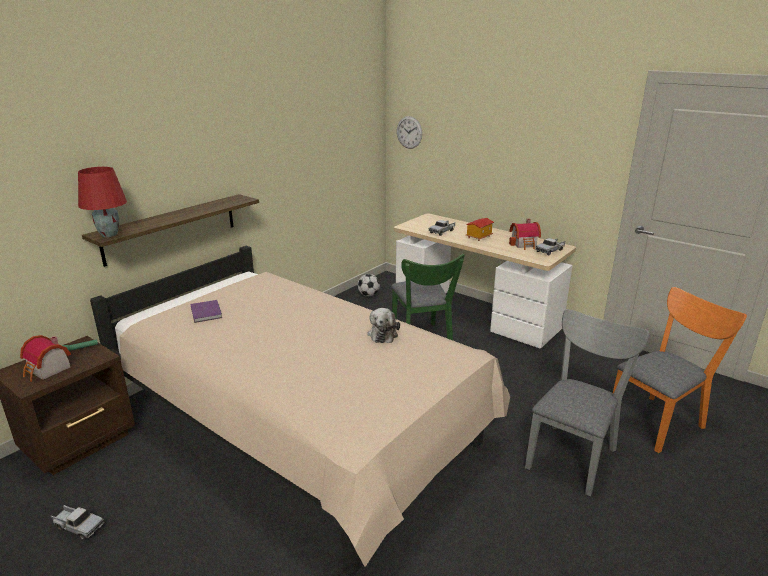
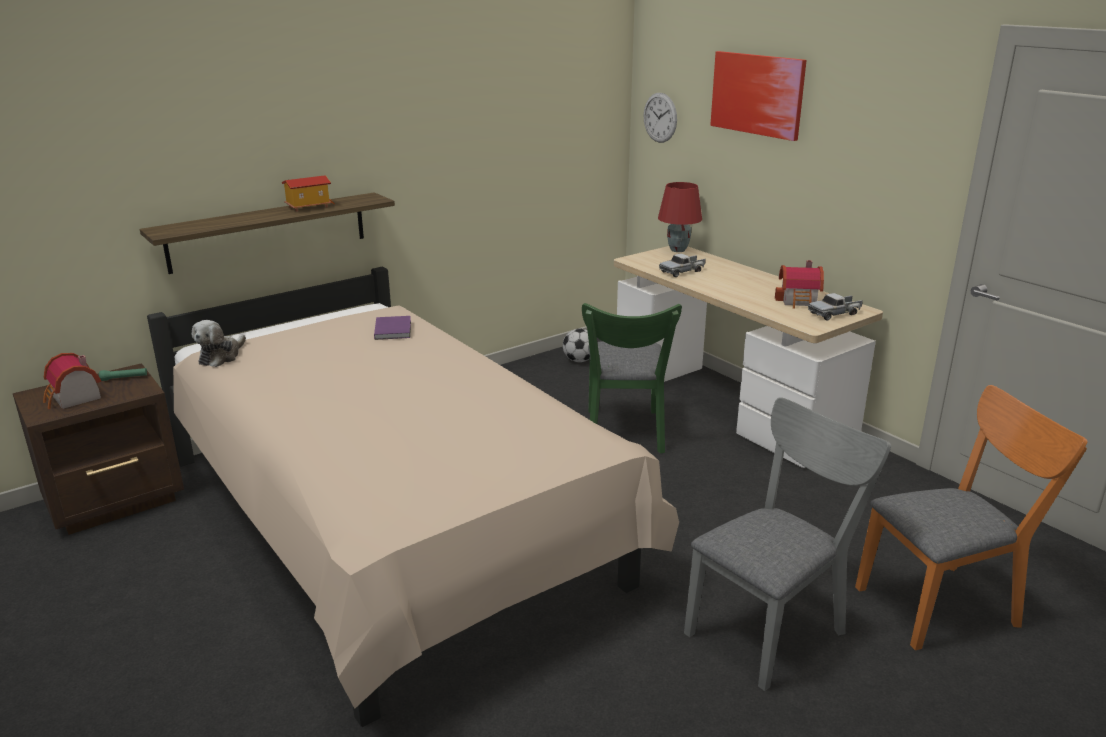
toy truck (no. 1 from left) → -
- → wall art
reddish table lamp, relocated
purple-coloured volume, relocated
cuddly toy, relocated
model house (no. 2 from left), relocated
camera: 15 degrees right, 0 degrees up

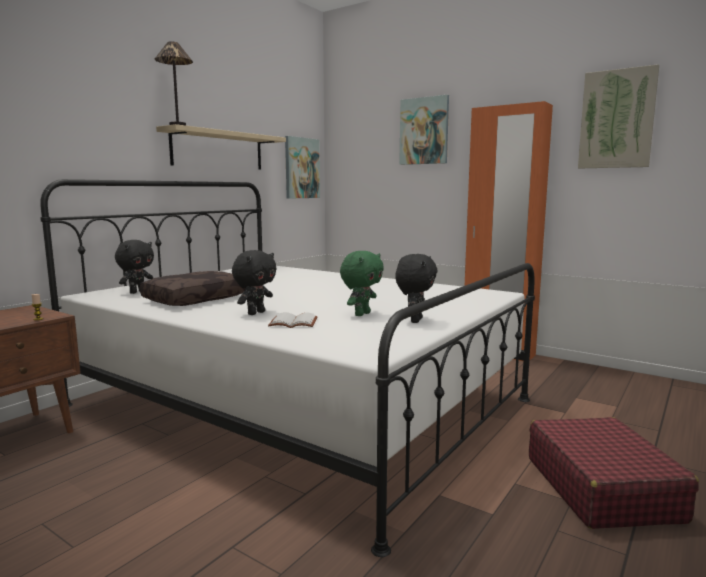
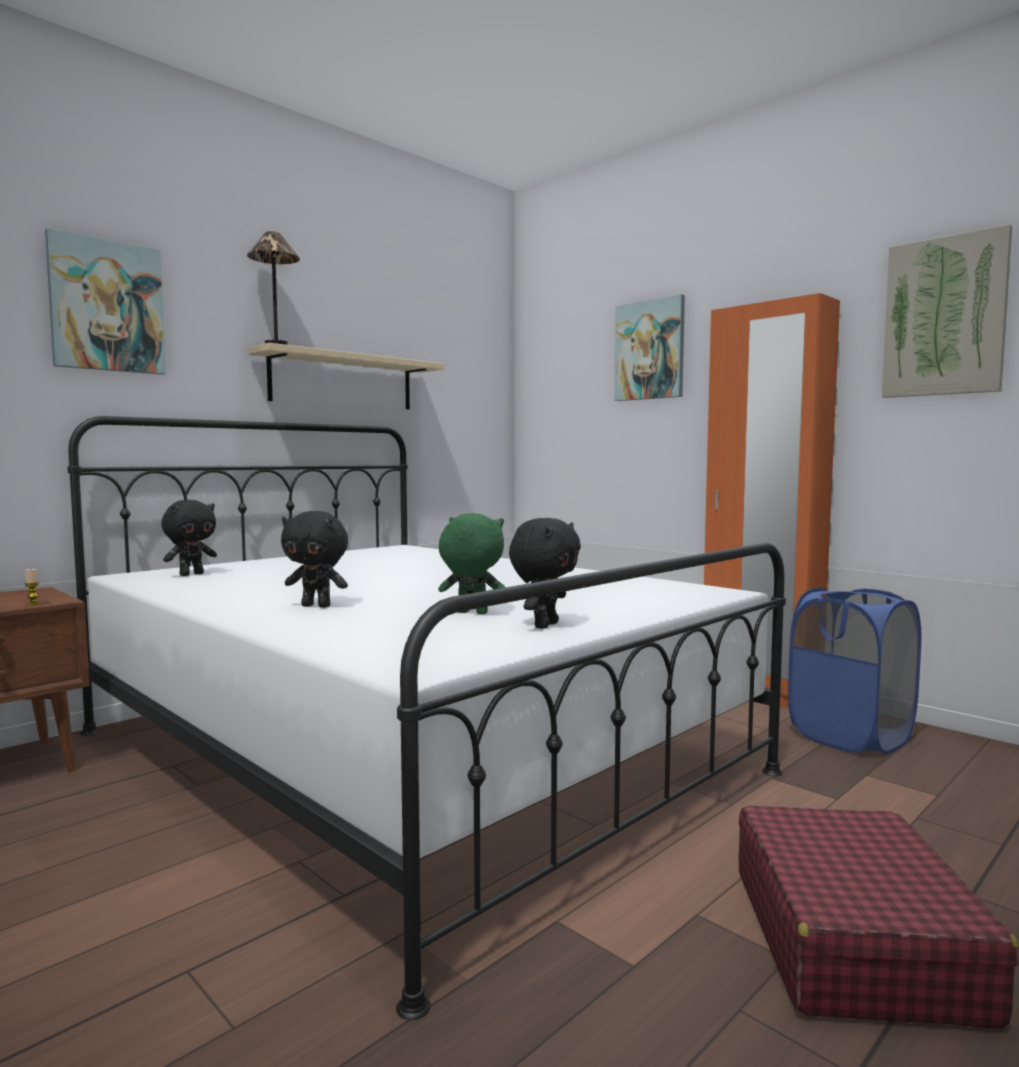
brown-coloured cushion → -
whitish volume → -
- → blue washing basket
wall art (no. 1 from left), relocated
black cuddly toy (no. 2 from left), 60 degrees clockwise
greenish cuddly toy, 120 degrees counterclockwise
camera: 10 degrees right, 5 degrees down

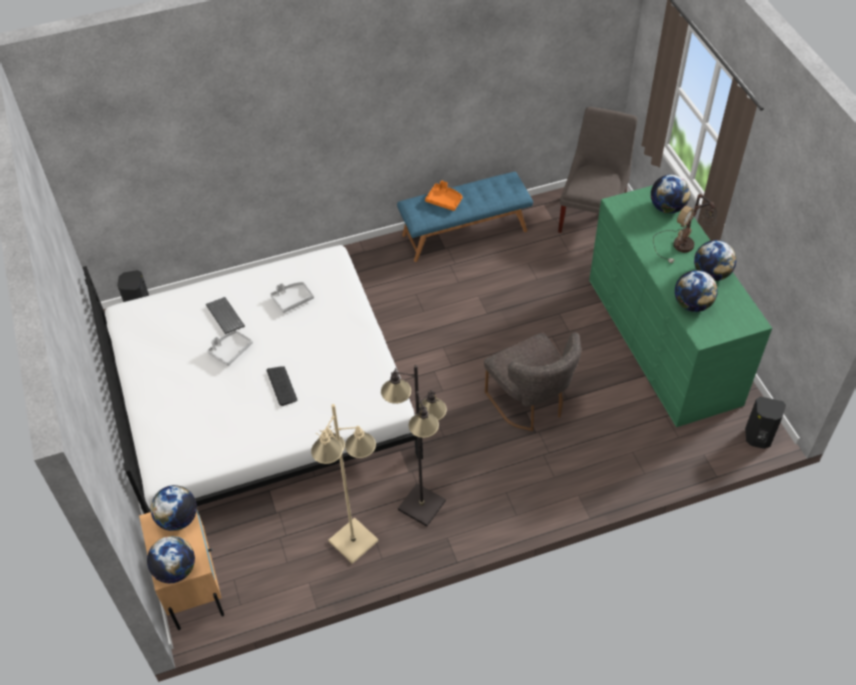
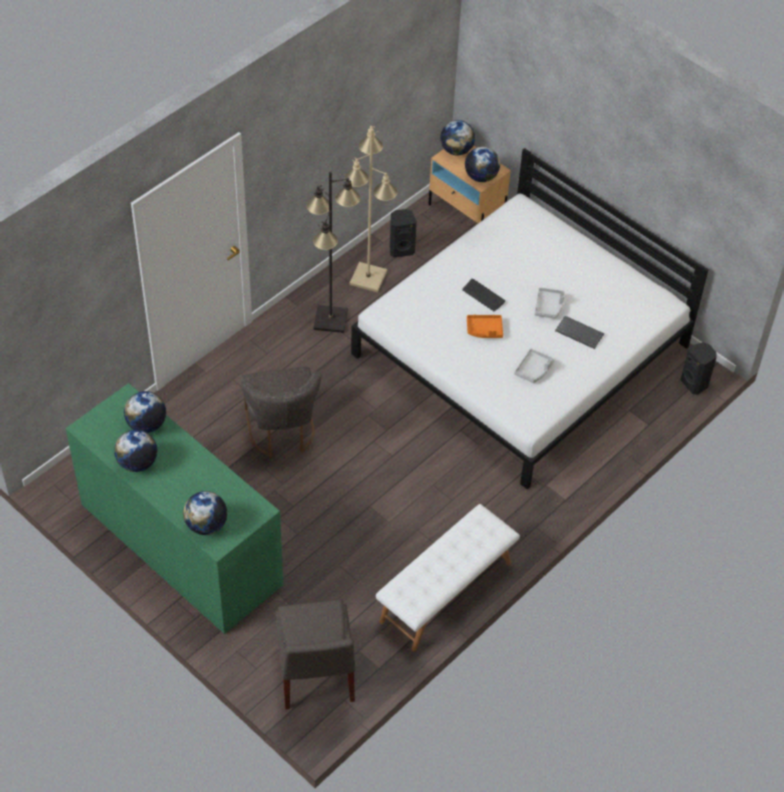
table lamp → -
orange-coloured carrying tray, relocated
black loudspeaker (no. 2 from left in the first image) → black loudspeaker (no. 1 from left), relocated
blue long seat → whitish long seat
greyish chair (no. 1 from left), 135 degrees counterclockwise
camera: 150 degrees right, 0 degrees up

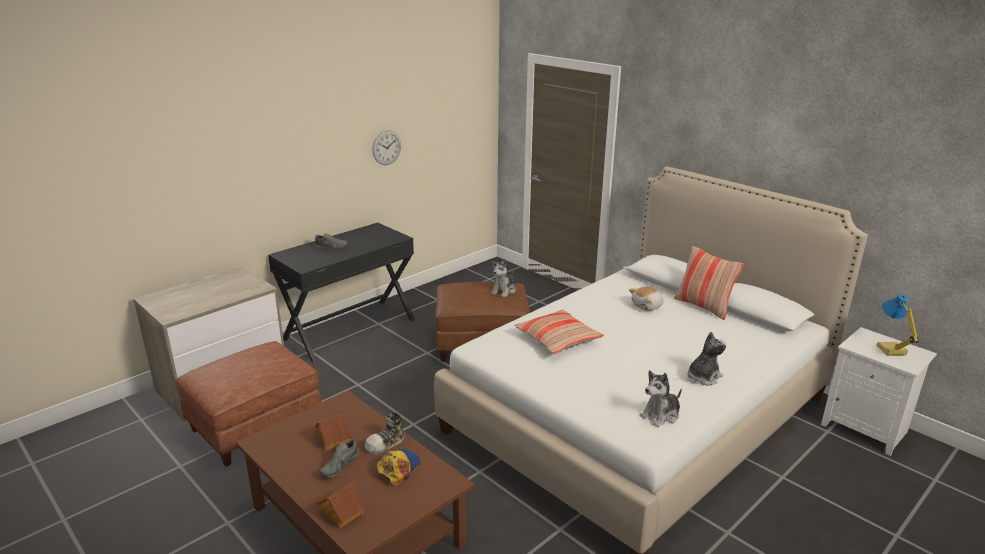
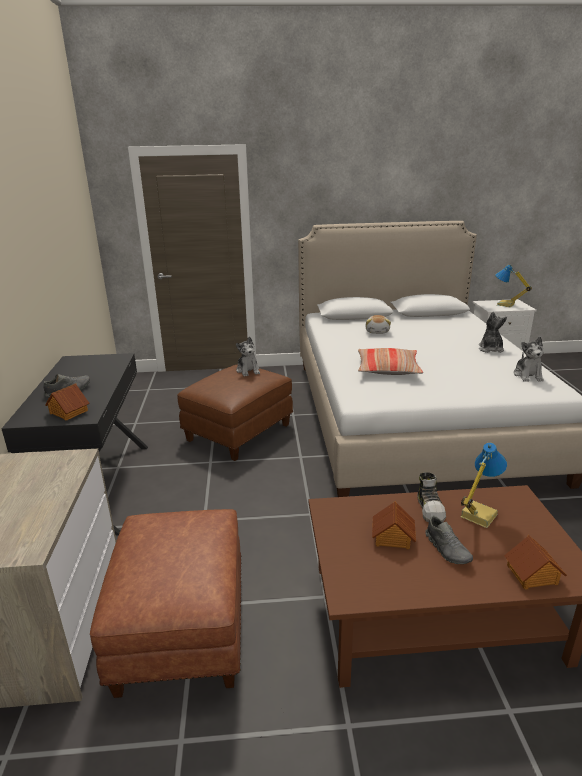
clock on the wall → -
cushion (no. 2 from left) → -
- → model house (no. 1 from left)
peaked cap → table lamp (no. 1 from left)
camera: 50 degrees left, 0 degrees up

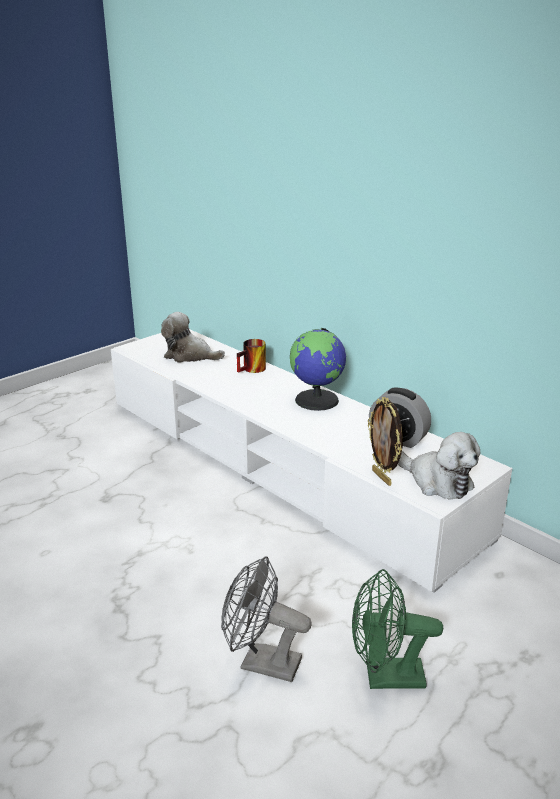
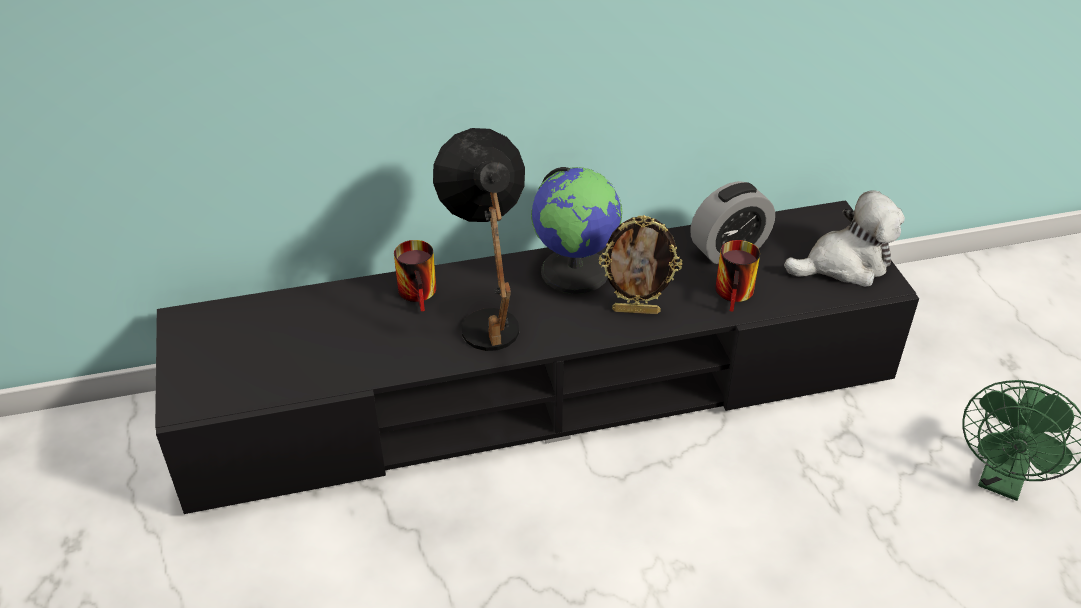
cuddly toy (no. 1 from left) → -
greyish fan → -
- → black table lamp
- → tea mug (no. 2 from left)
picture frame, relocated
whitish media console → black media console
camera: 60 degrees left, 15 degrees up

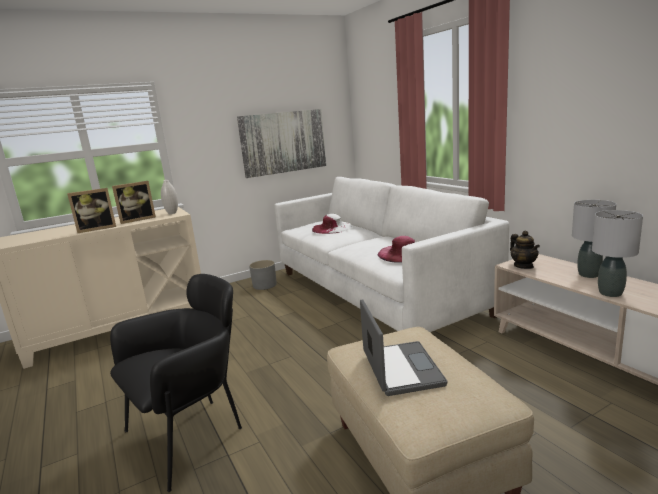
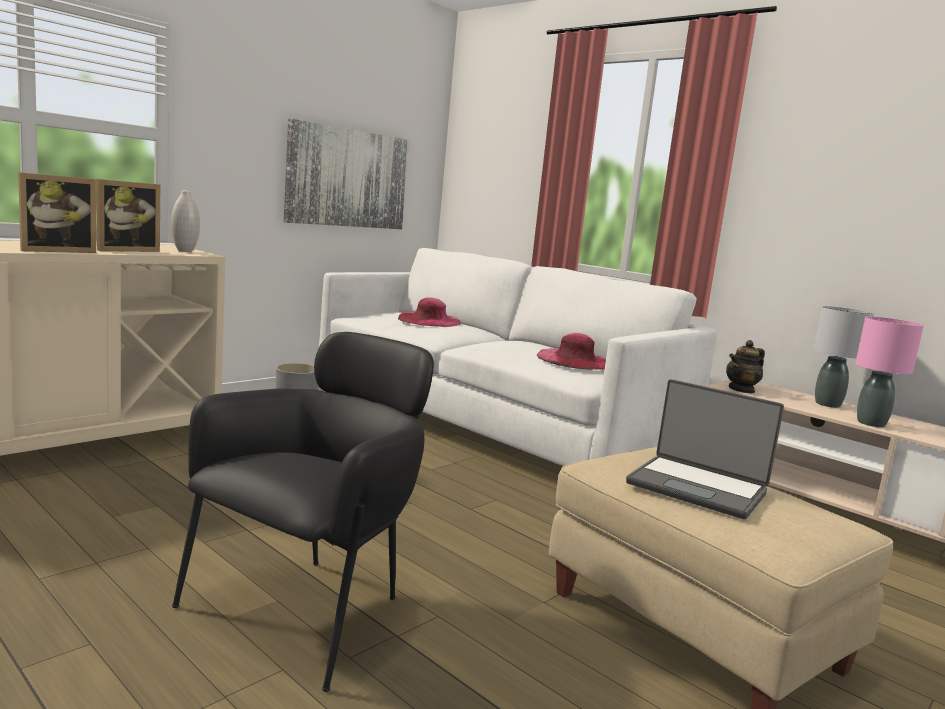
whitish hat → pinkish hat (no. 1 from left)
greyish table lamp (no. 2 from left) → pinkish table lamp
portable computer, 150 degrees clockwise
tea pot, 90 degrees clockwise
camera: 20 degrees left, 5 degrees down

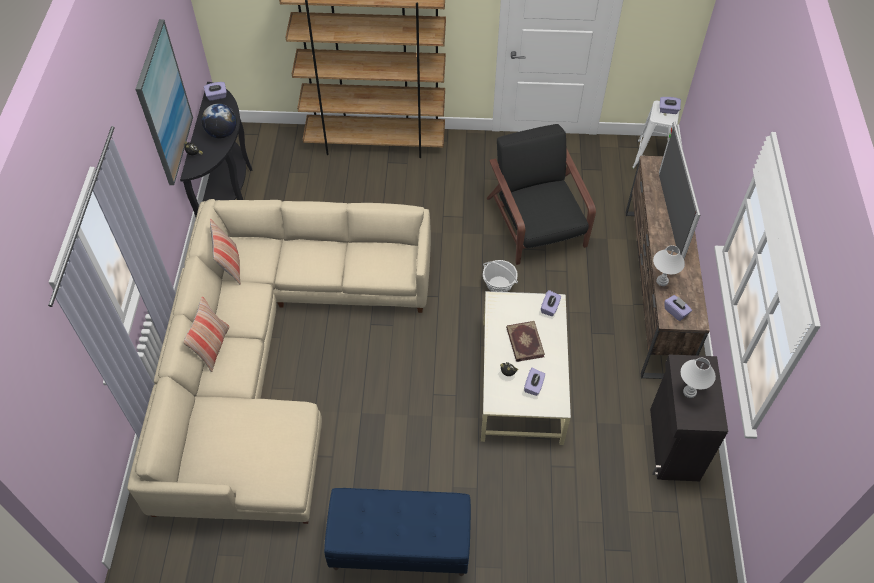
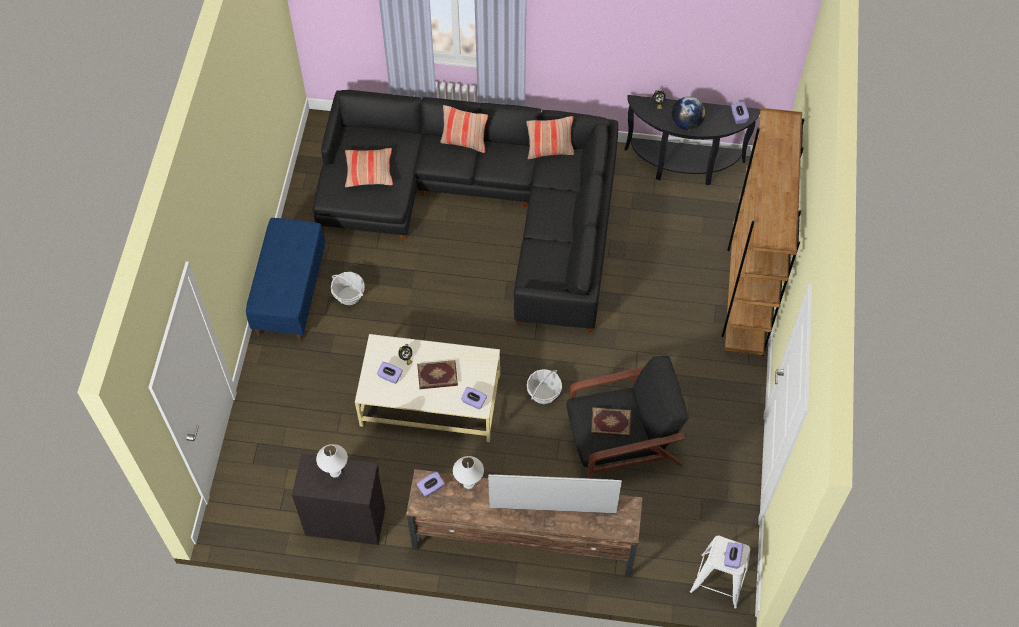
wall art → -
- → storage basket (no. 1 from left)
- → cushion (no. 1 from left)
- → volume (no. 2 from left)
beige settee → black settee
camera: 95 degrees right, 5 degrees up

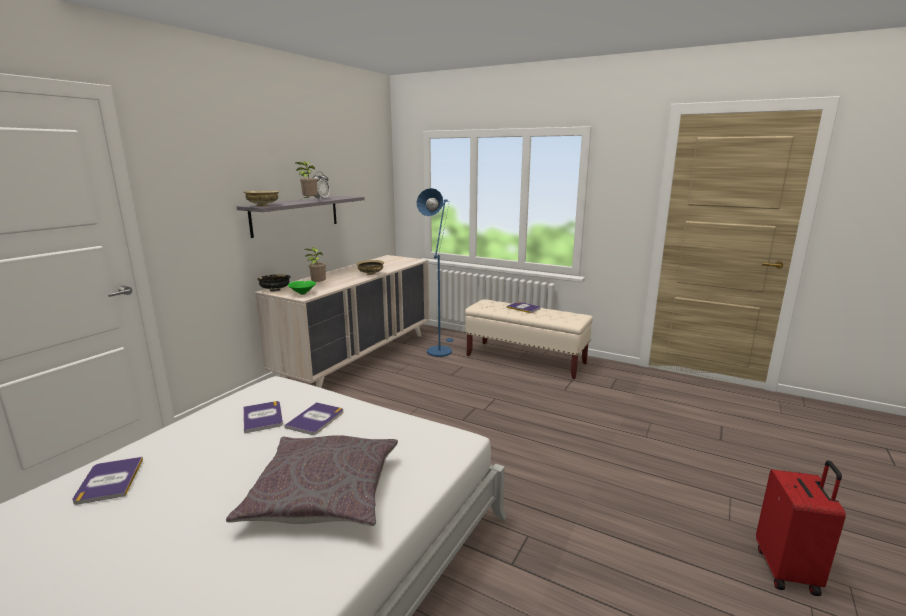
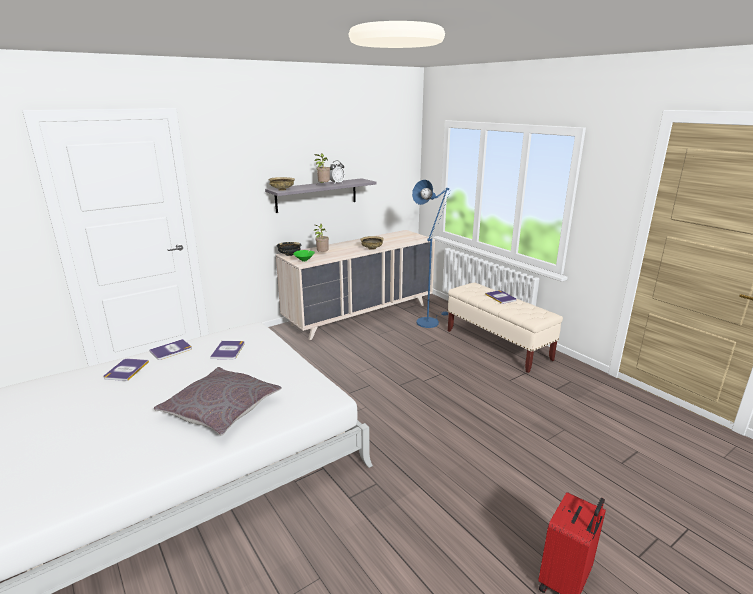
volume (no. 3 from left in the first image) → volume (no. 2 from left), relocated
camera: 25 degrees right, 5 degrees up

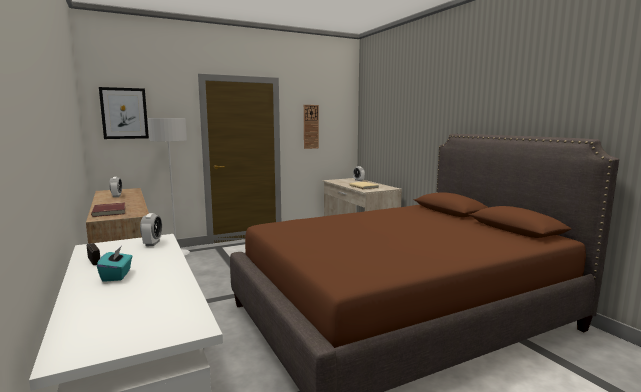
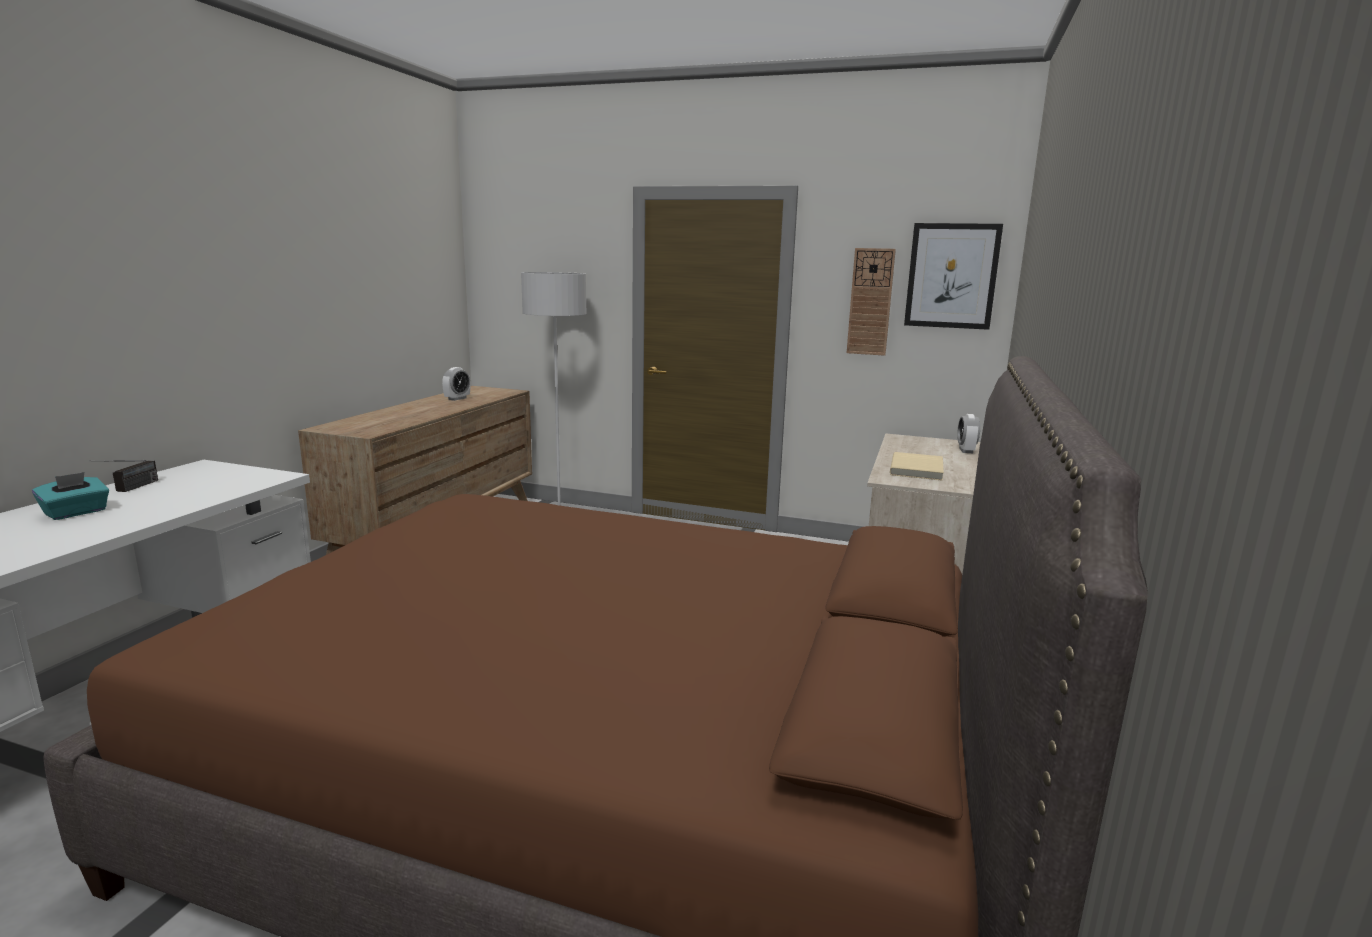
reddish volume → -
bedside clock (no. 2 from left) → -
wall art, relocated
camera: 45 degrees right, 5 degrees up

